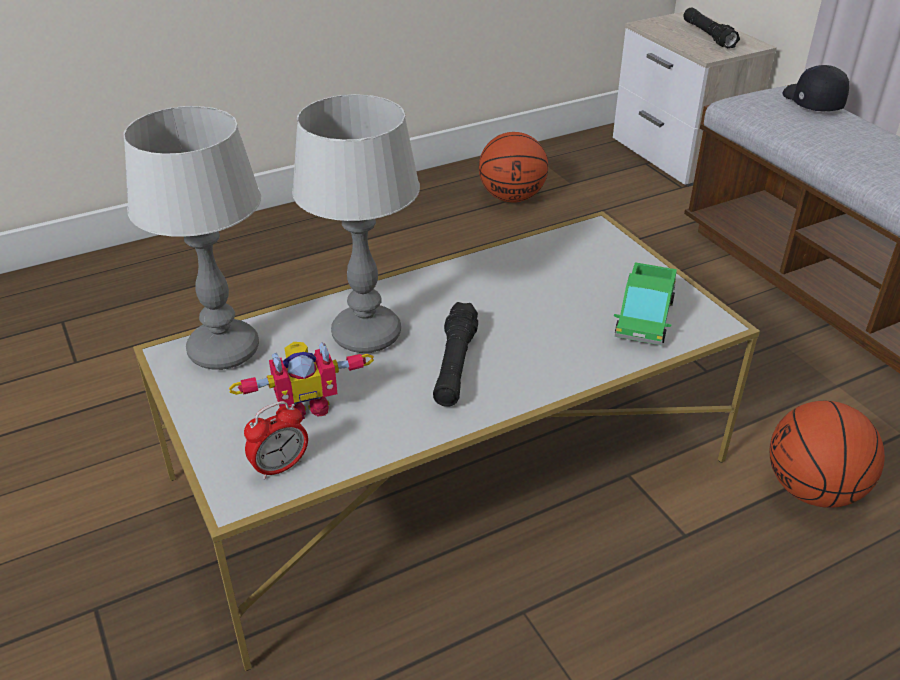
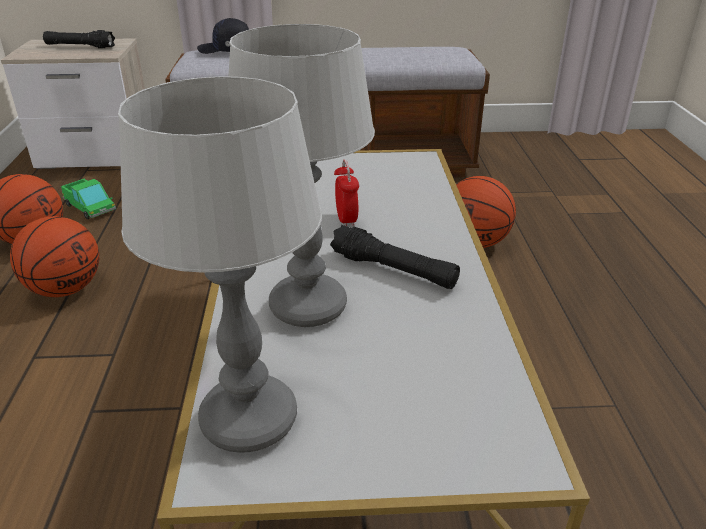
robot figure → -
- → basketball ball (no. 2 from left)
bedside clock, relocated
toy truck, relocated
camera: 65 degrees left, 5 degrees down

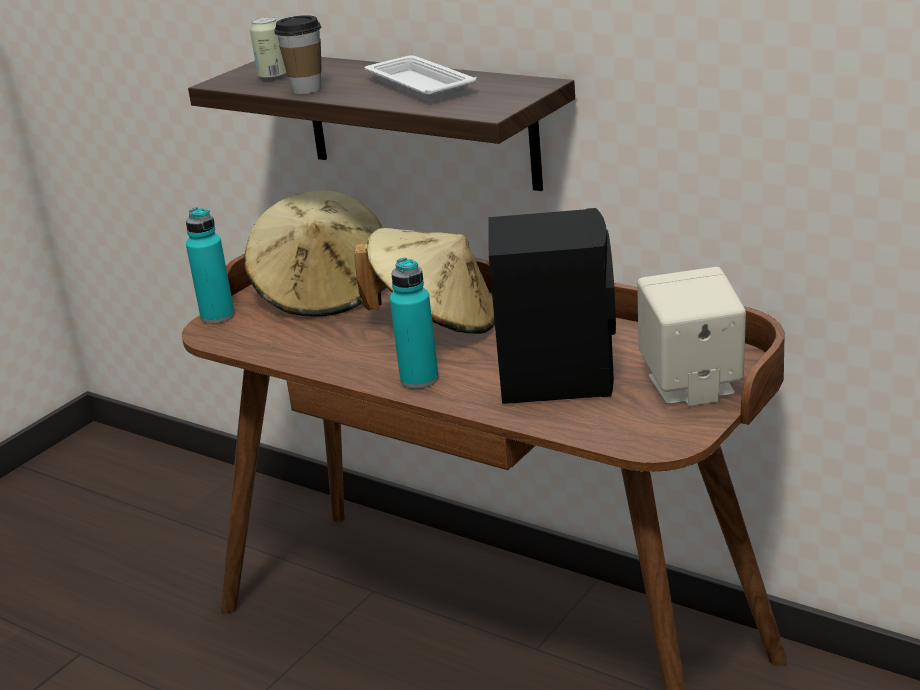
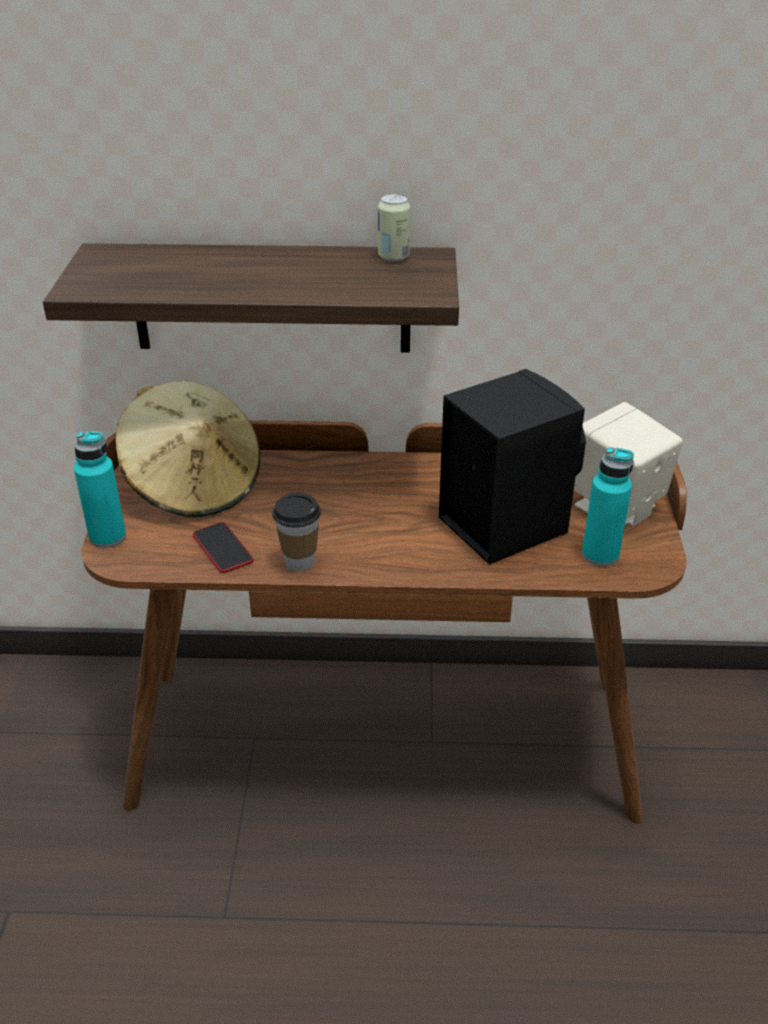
beige hat (no. 2 from left) → -
whitish carrying tray → -
- → handset
can, relocated
small cup, relocated
turquoise-coloured beverage bottle (no. 2 from left), relocated
camera: 35 degrees left, 10 degrees up

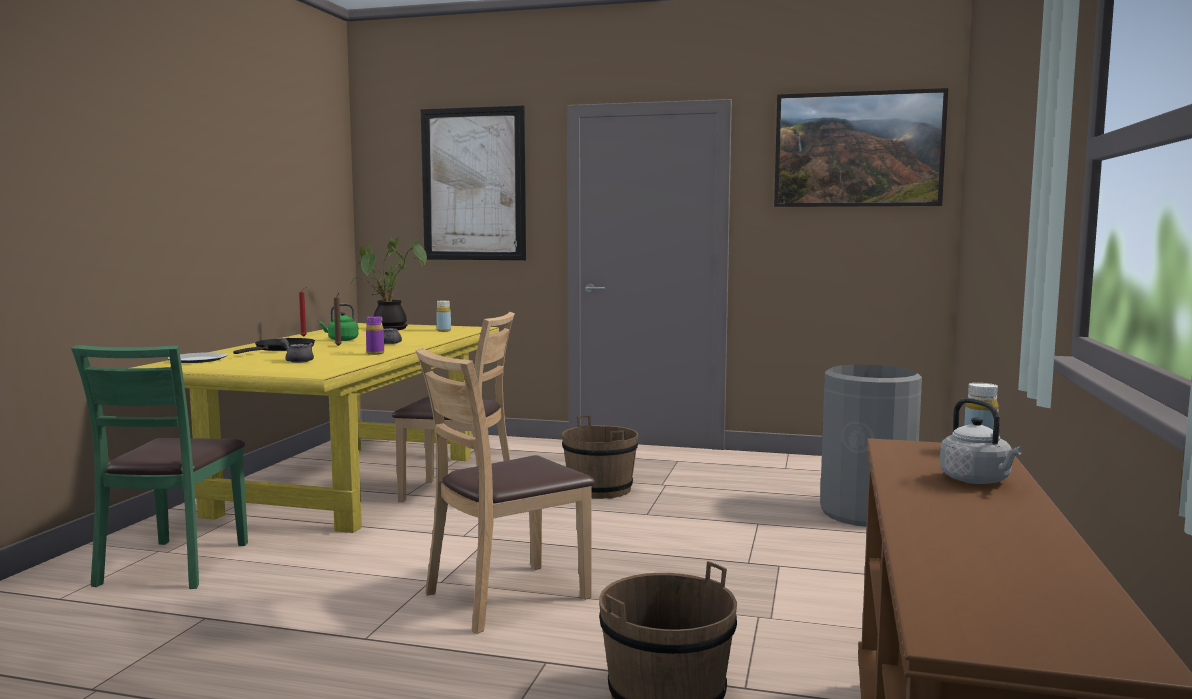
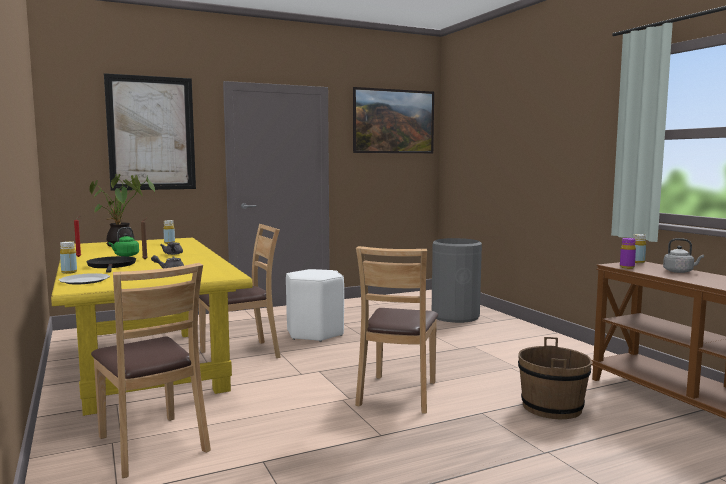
- → yellowish beverage bottle (no. 1 from left)
purple-coloured beverage bottle, relocated
brown-coloured bucket (no. 1 from left) → whitish stool
greenish chair → brown-coloured chair (no. 1 from left)
camera: 40 degrees left, 0 degrees up

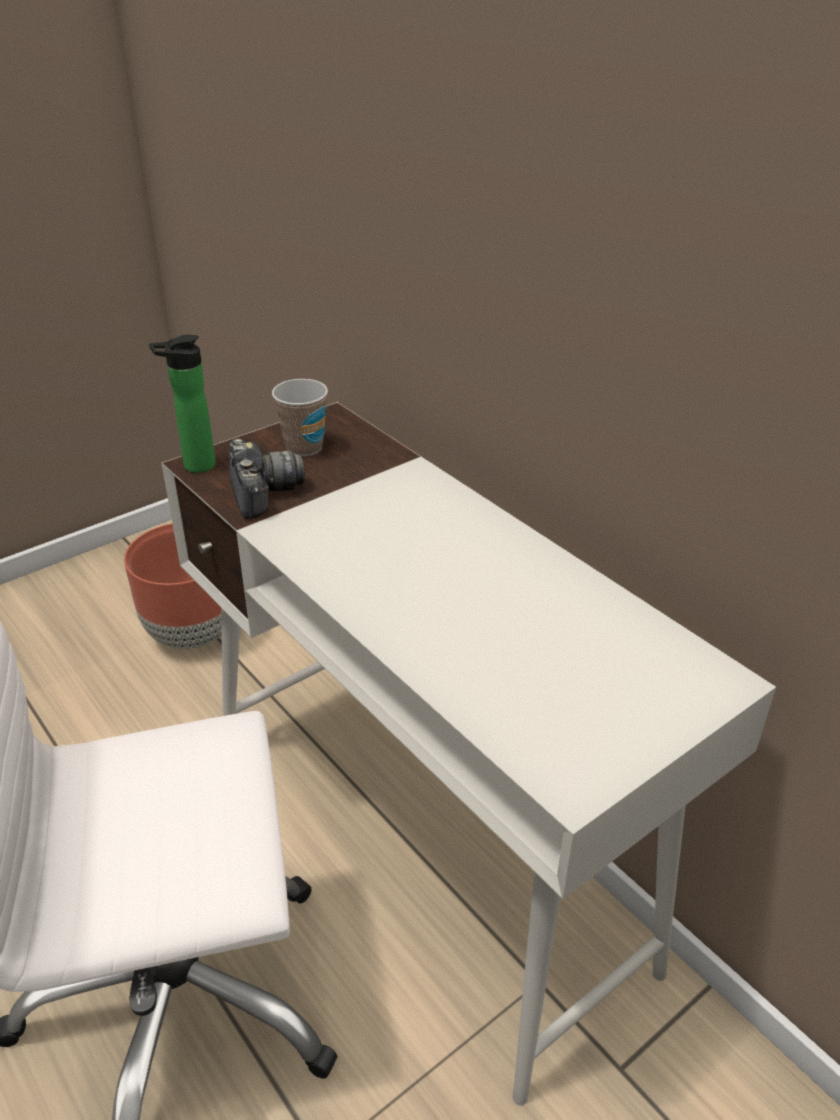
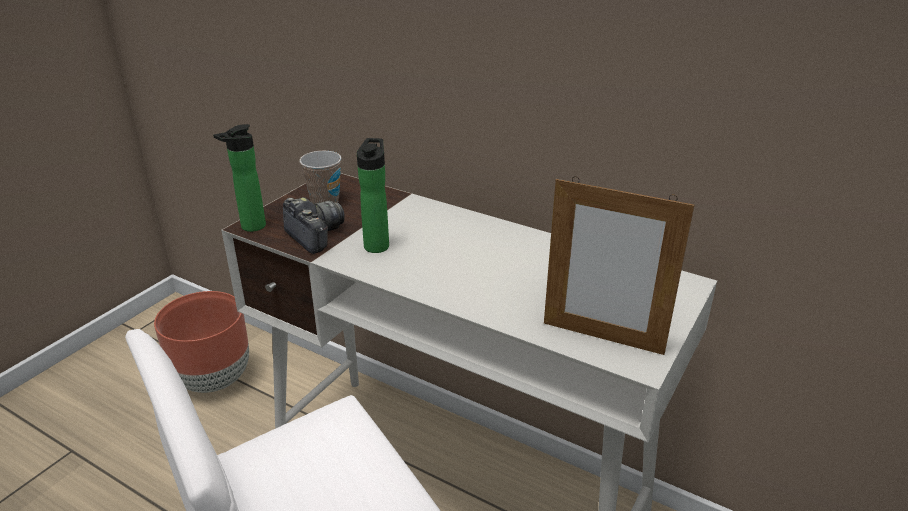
- → beverage bottle (no. 2 from left)
- → picture frame
camera: 20 degrees left, 5 degrees down

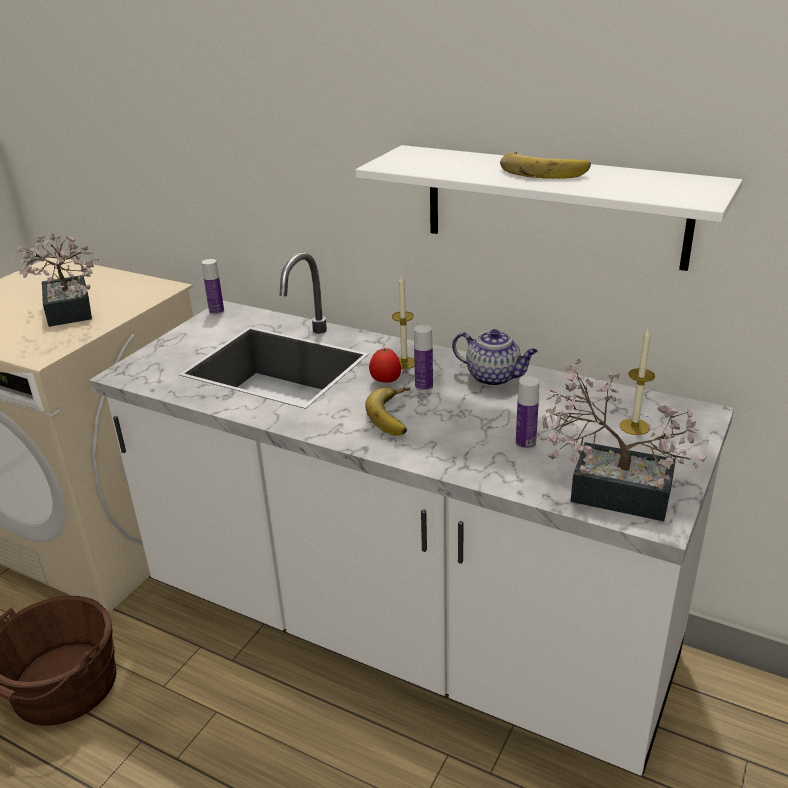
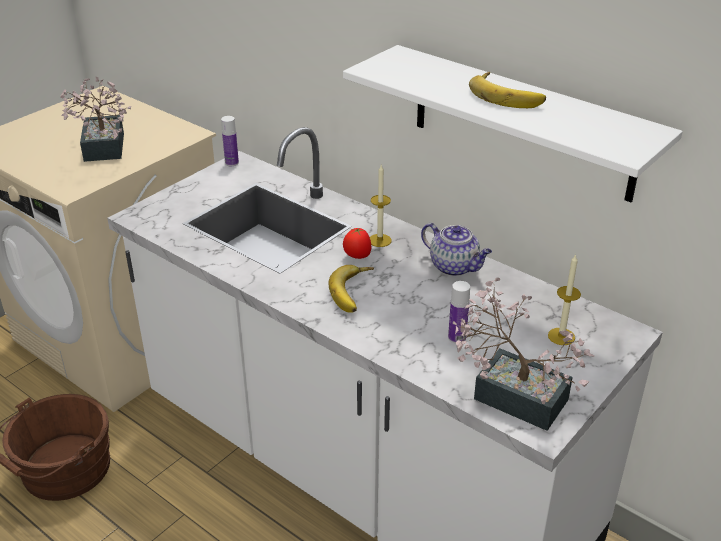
beverage bottle (no. 2 from left) → -
camera: 10 degrees right, 5 degrees up

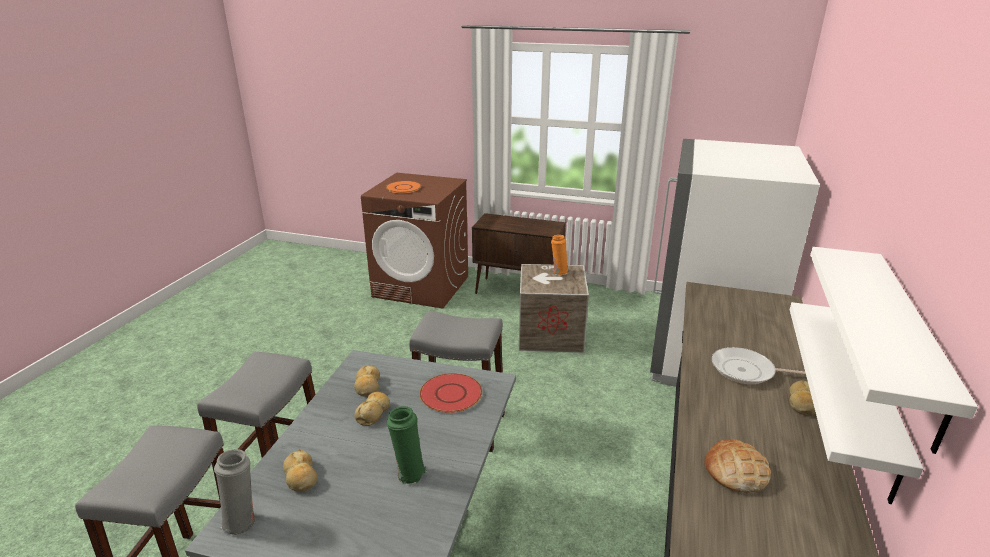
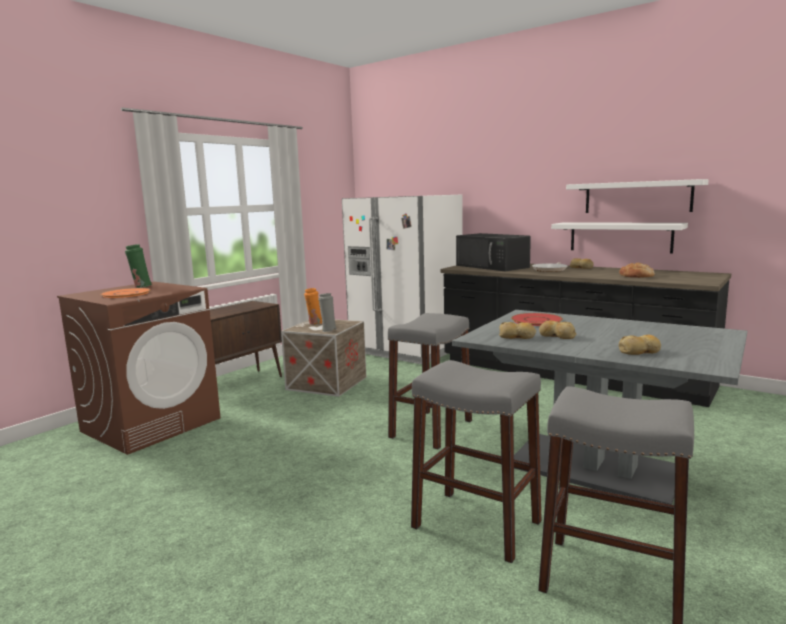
- → black microwave oven
greyish vase, relocated
greenish vase, relocated
camera: 70 degrees left, 15 degrees down

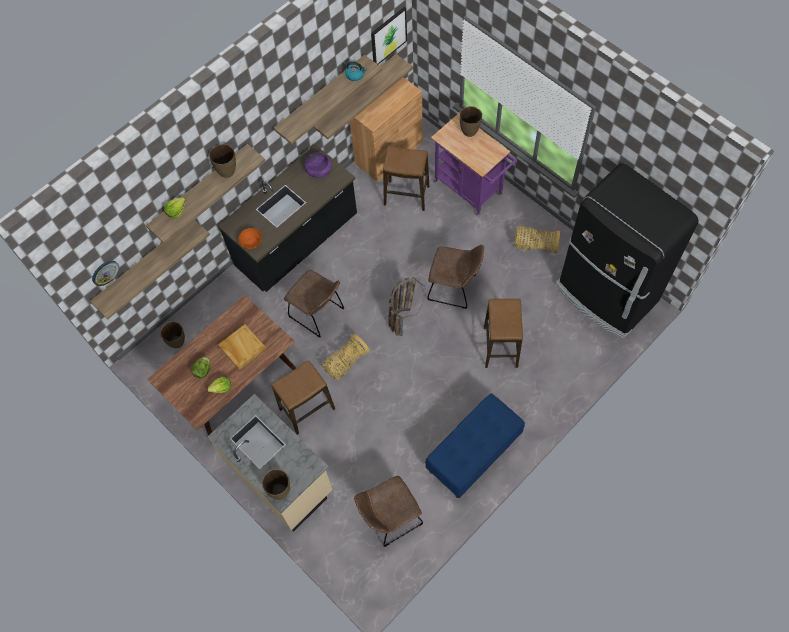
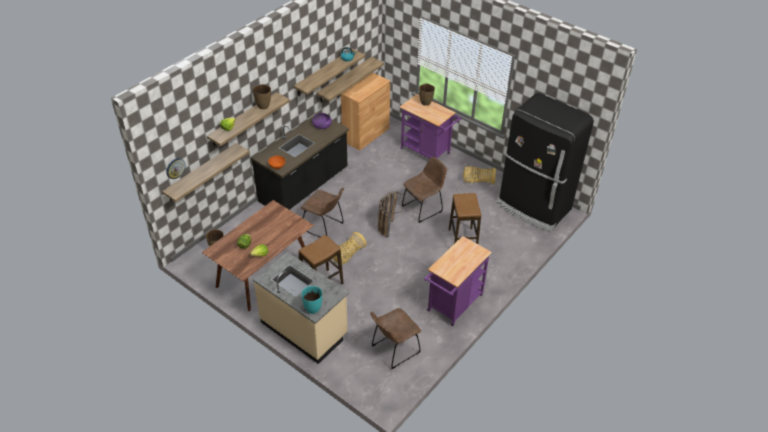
beige carrying tray → -
wall art → -
stool (no. 2 from left) → -
blue long seat → purple-coloured cart (no. 2 from left)
brown-coloured vase (no. 3 from left) → turquoise-coloured vase
brown-coloured chair (no. 3 from left), 45 degrees counterclockwise
camera: 10 degrees left, 20 degrees down

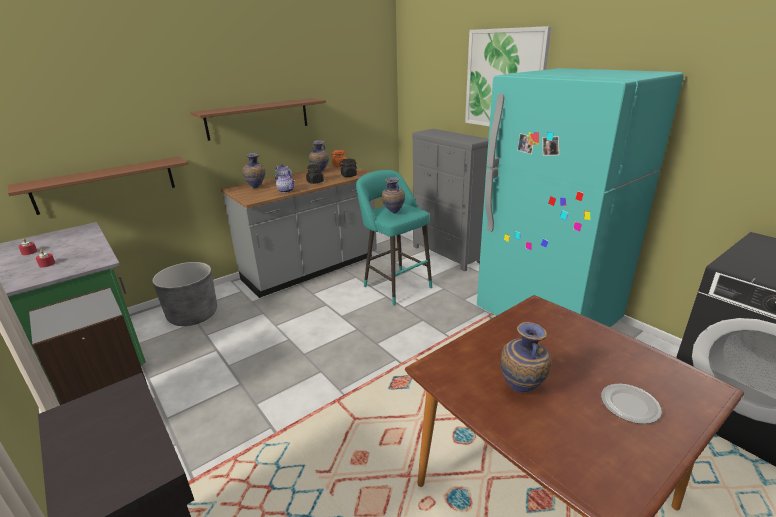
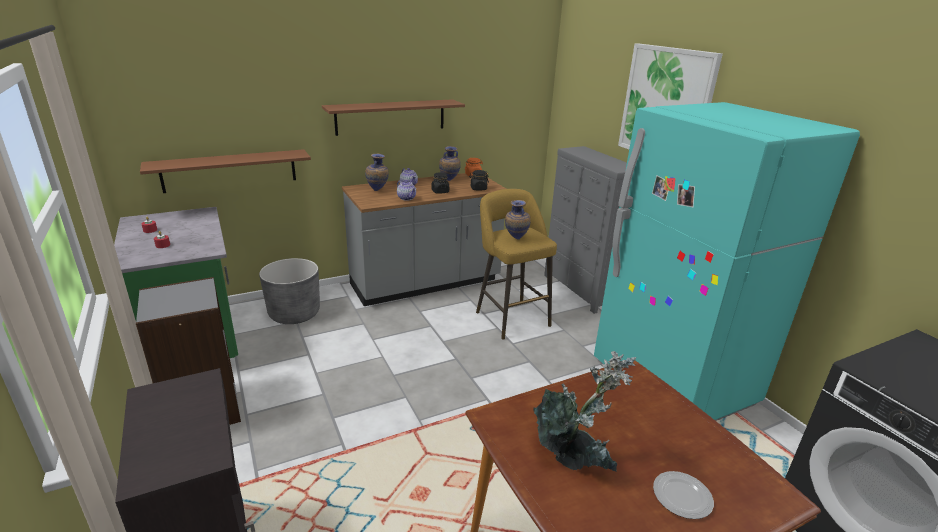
vase (no. 4 from left) → houseplant
turquoise-coloured stool → yellowish stool
camera: 10 degrees right, 0 degrees up

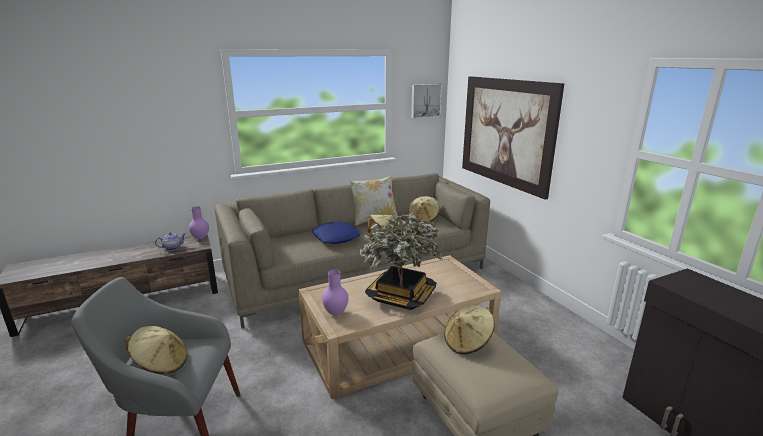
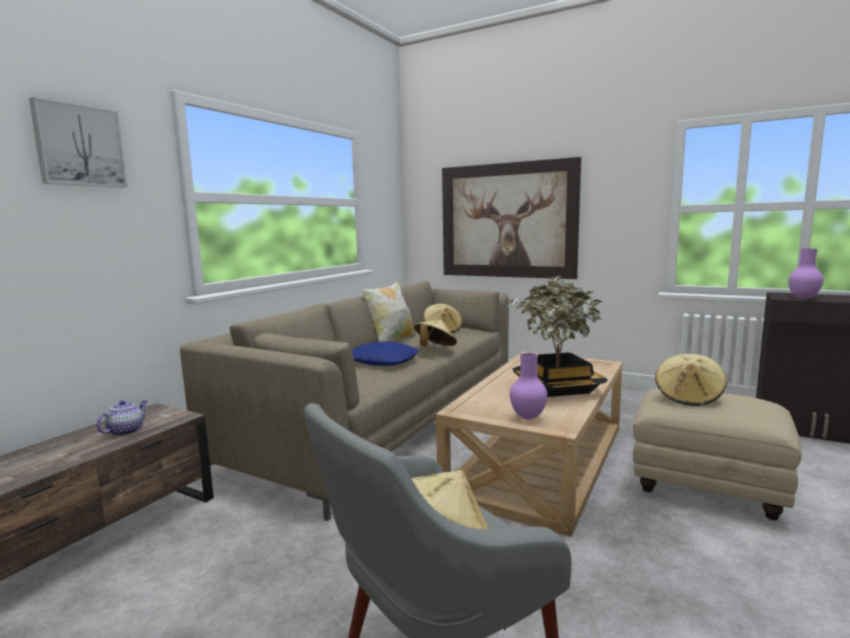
purple-coloured vase (no. 1 from left in the first image) → purple-coloured vase (no. 2 from left), relocated
wall art (no. 1 from left), relocated
camera: 35 degrees left, 10 degrees down

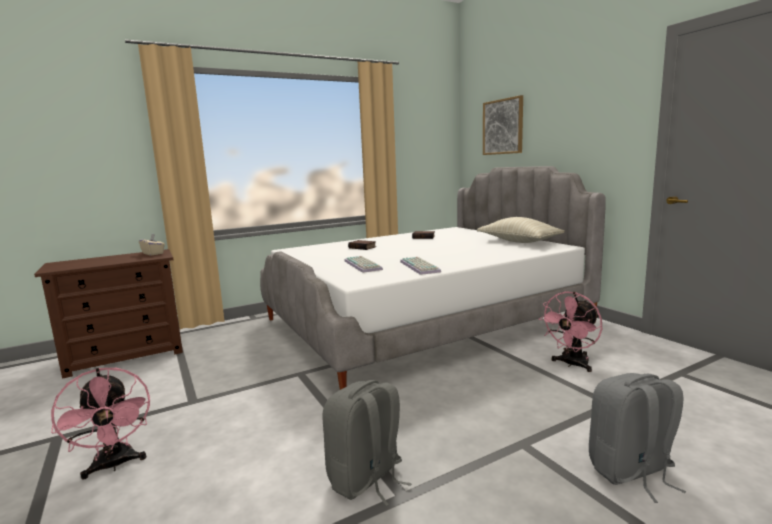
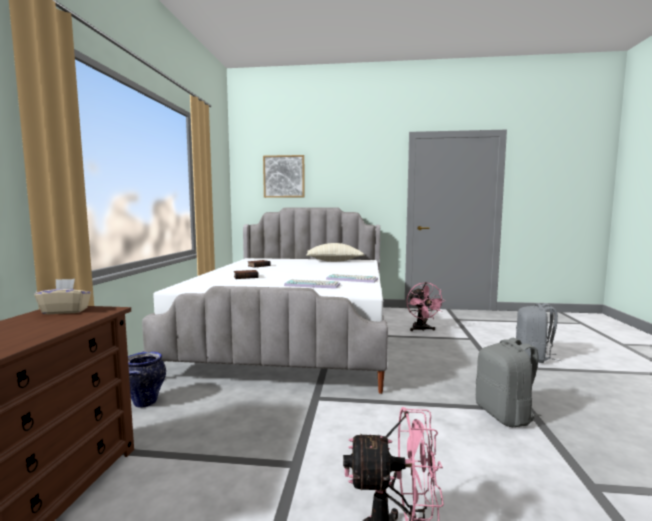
- → vase
camera: 55 degrees left, 5 degrees down

